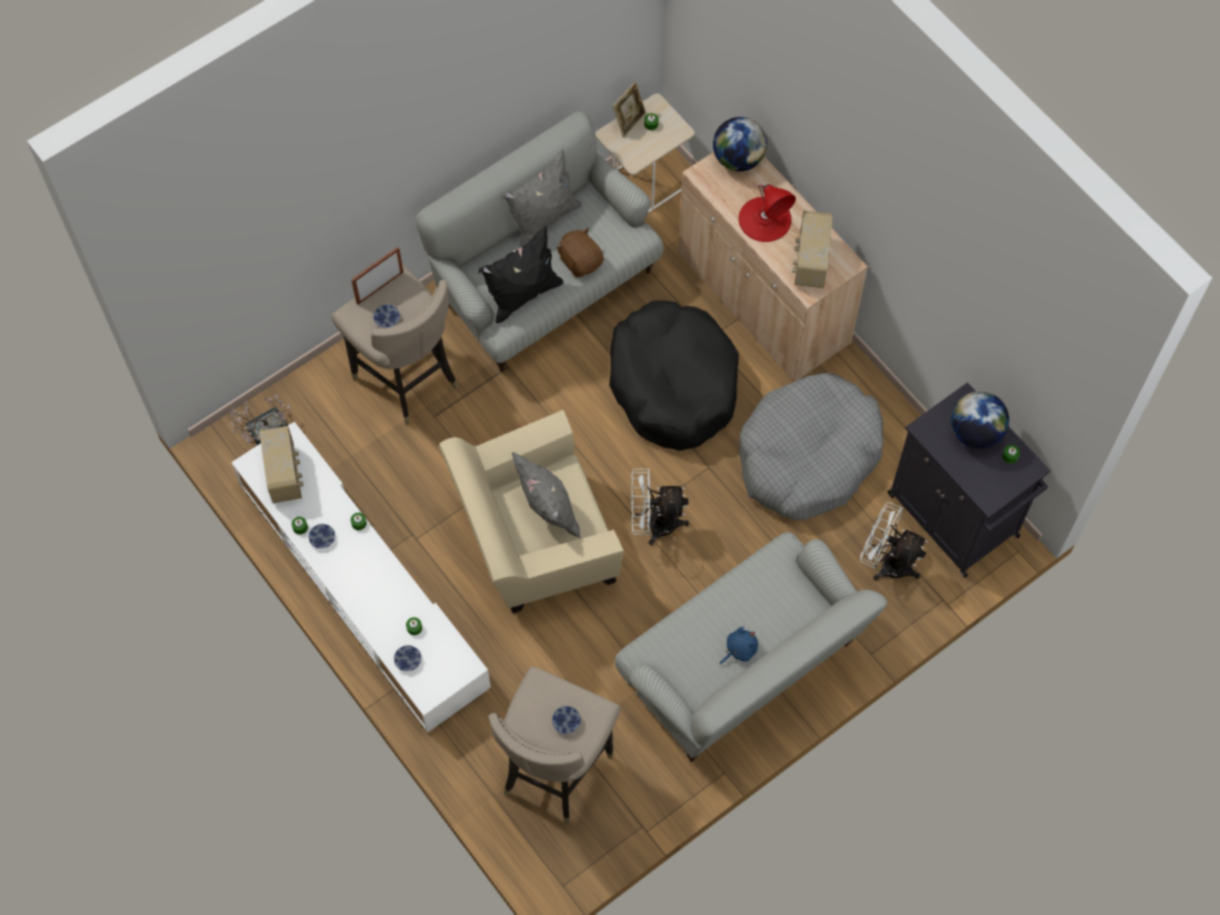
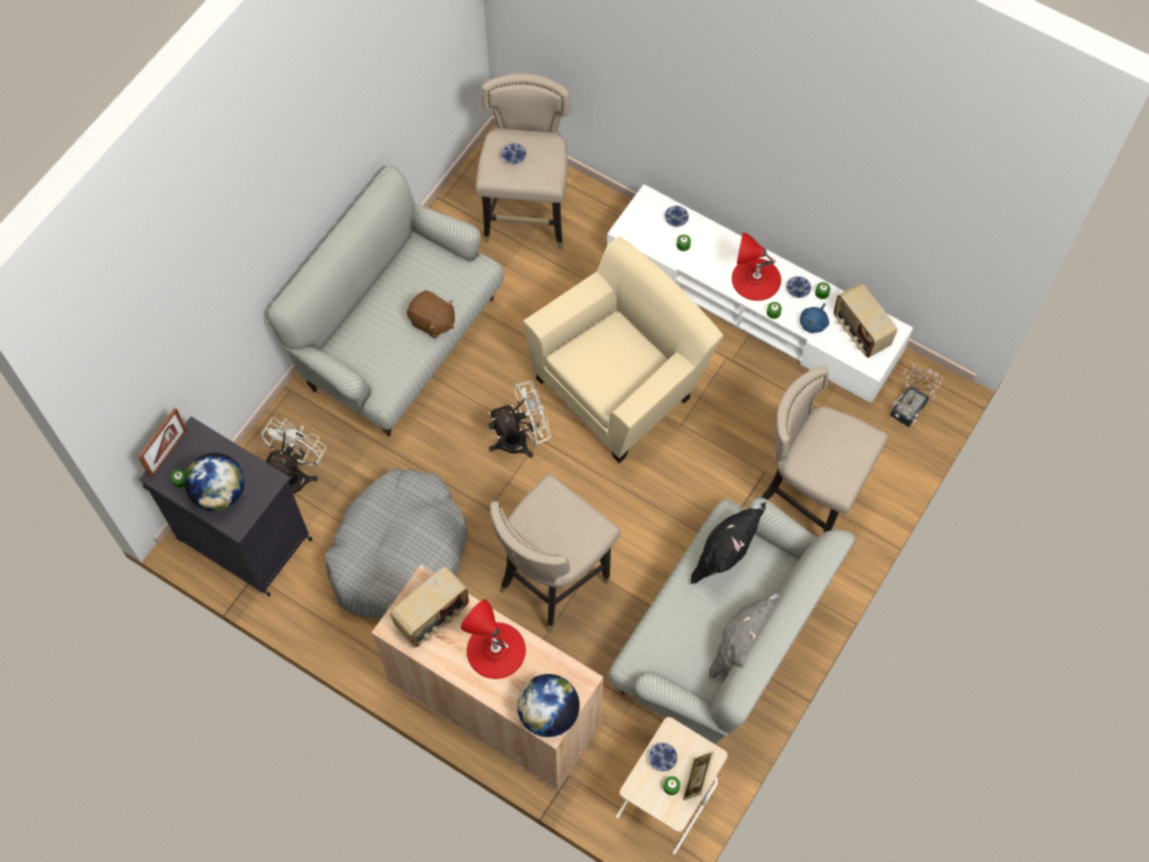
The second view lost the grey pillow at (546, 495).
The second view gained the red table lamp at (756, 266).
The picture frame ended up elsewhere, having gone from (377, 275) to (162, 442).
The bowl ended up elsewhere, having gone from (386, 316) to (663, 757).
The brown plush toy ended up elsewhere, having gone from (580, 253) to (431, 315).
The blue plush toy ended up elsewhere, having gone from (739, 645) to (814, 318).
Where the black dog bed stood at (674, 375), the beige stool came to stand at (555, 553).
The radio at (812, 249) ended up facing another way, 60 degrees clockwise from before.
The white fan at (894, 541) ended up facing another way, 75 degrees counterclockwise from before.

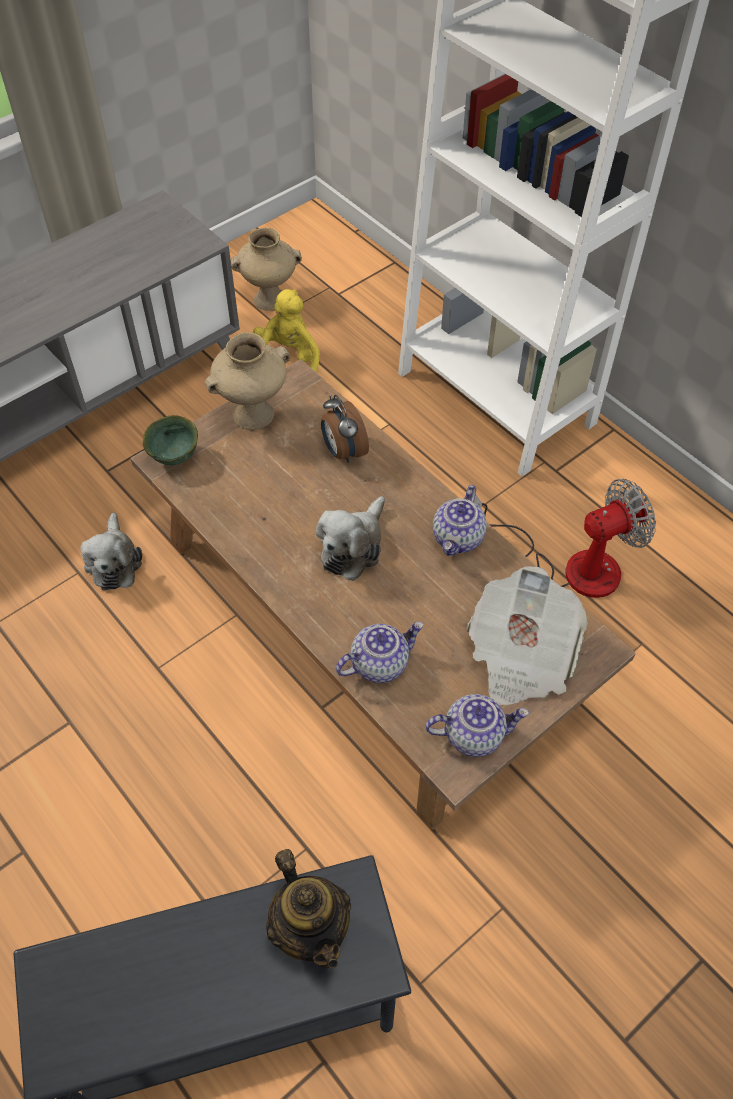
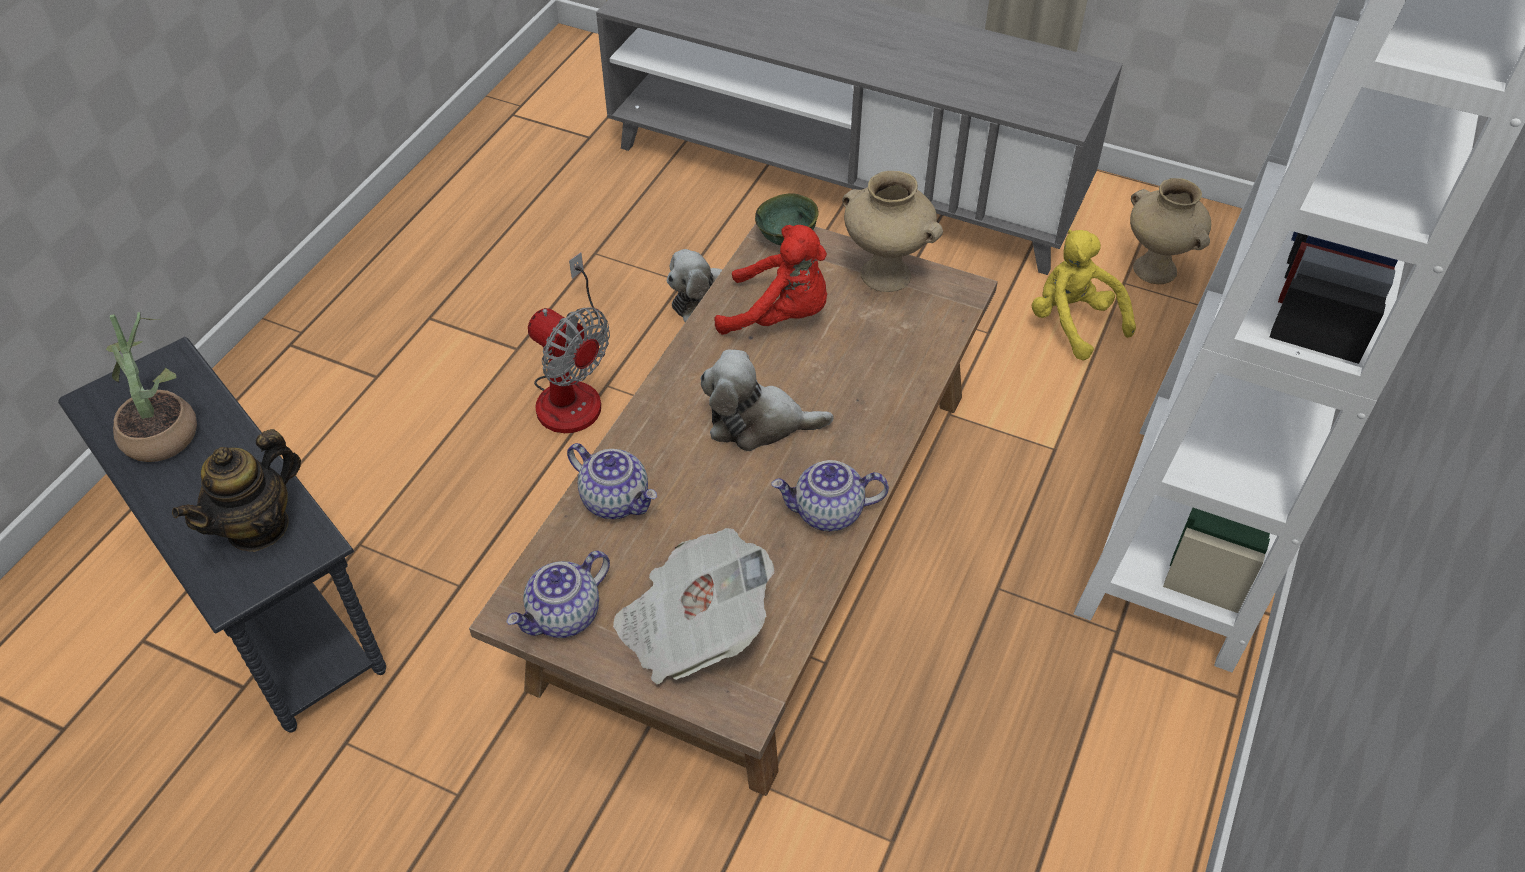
The second view lost the alarm clock at (345, 429).
The second view gained the potted plant at (151, 387).
The second view gained the red plush toy at (771, 280).
The fan ended up elsewhere, having gone from (565, 538) to (569, 342).
The yellow plush toy at (286, 330) ended up facing another way, 105 degrees counterclockwise from before.
The teapot at (477, 725) ended up facing another way, 75 degrees clockwise from before.

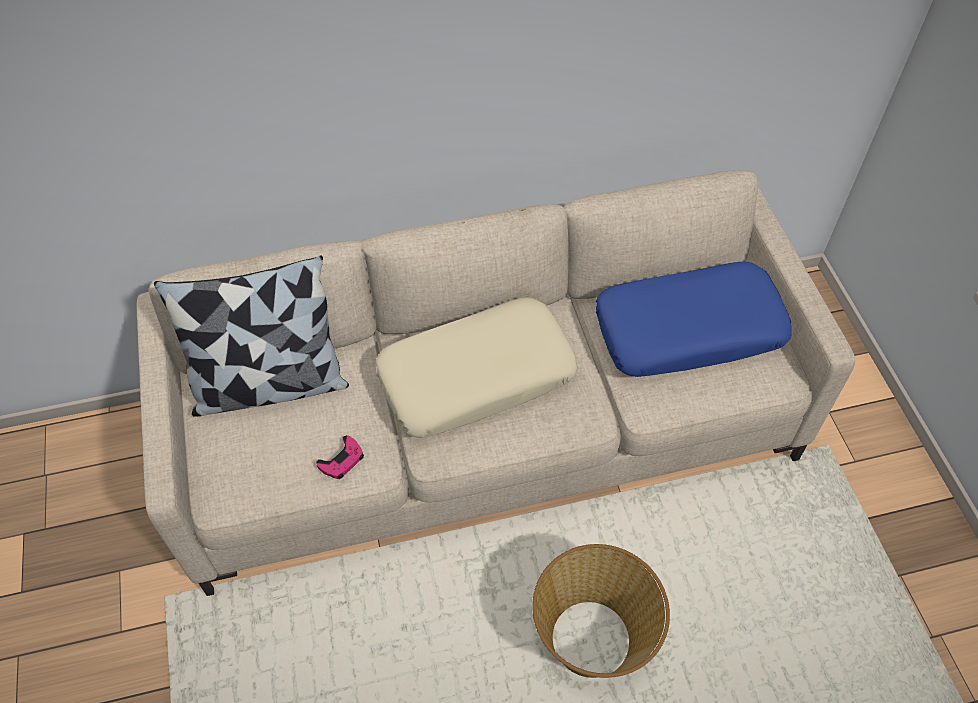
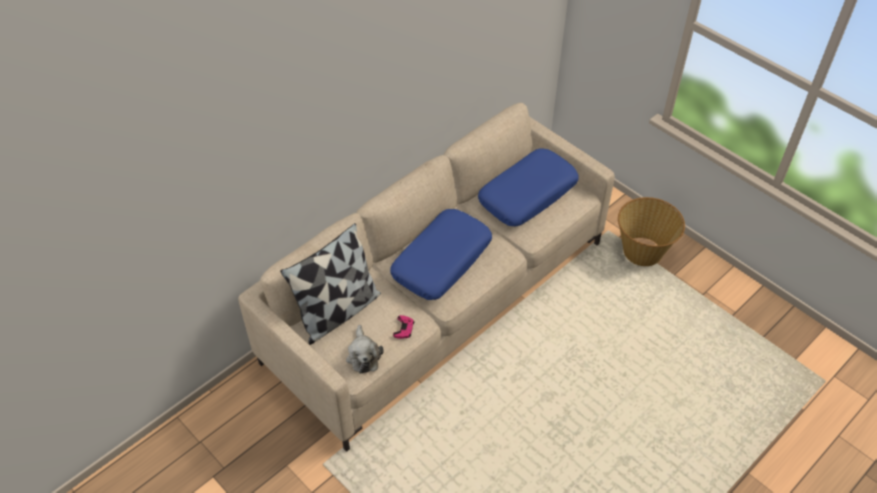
The second view gained the plush toy at (365, 349).
The basket ended up elsewhere, having gone from (601, 611) to (651, 231).
What was the beige pillow at (476, 367) turned into the blue pillow at (441, 254).

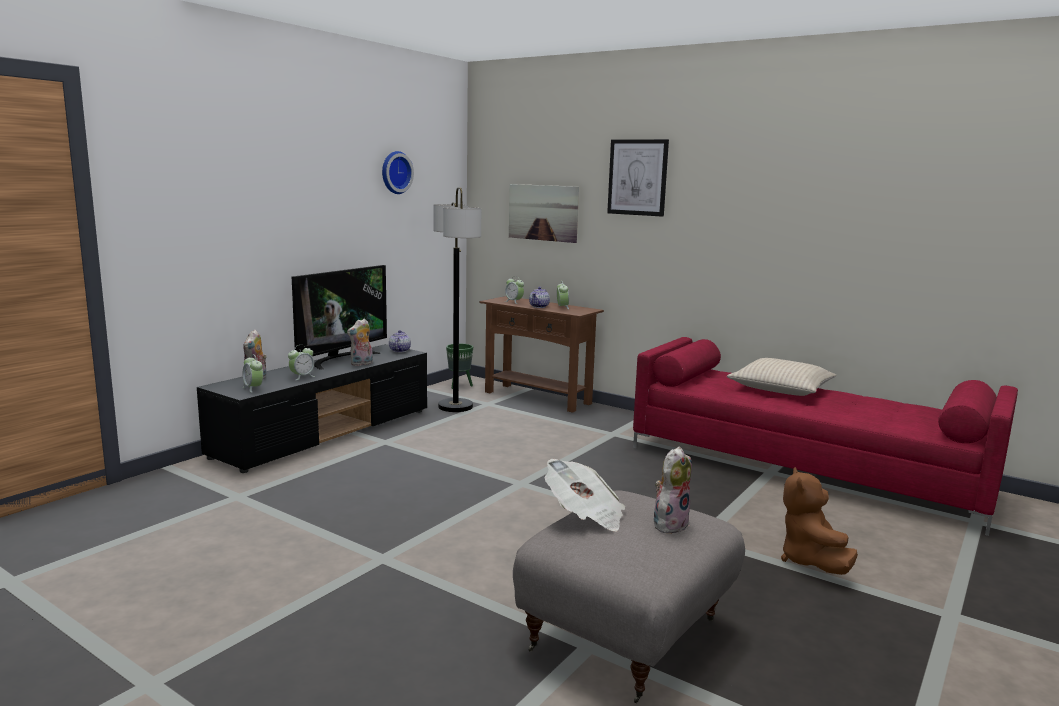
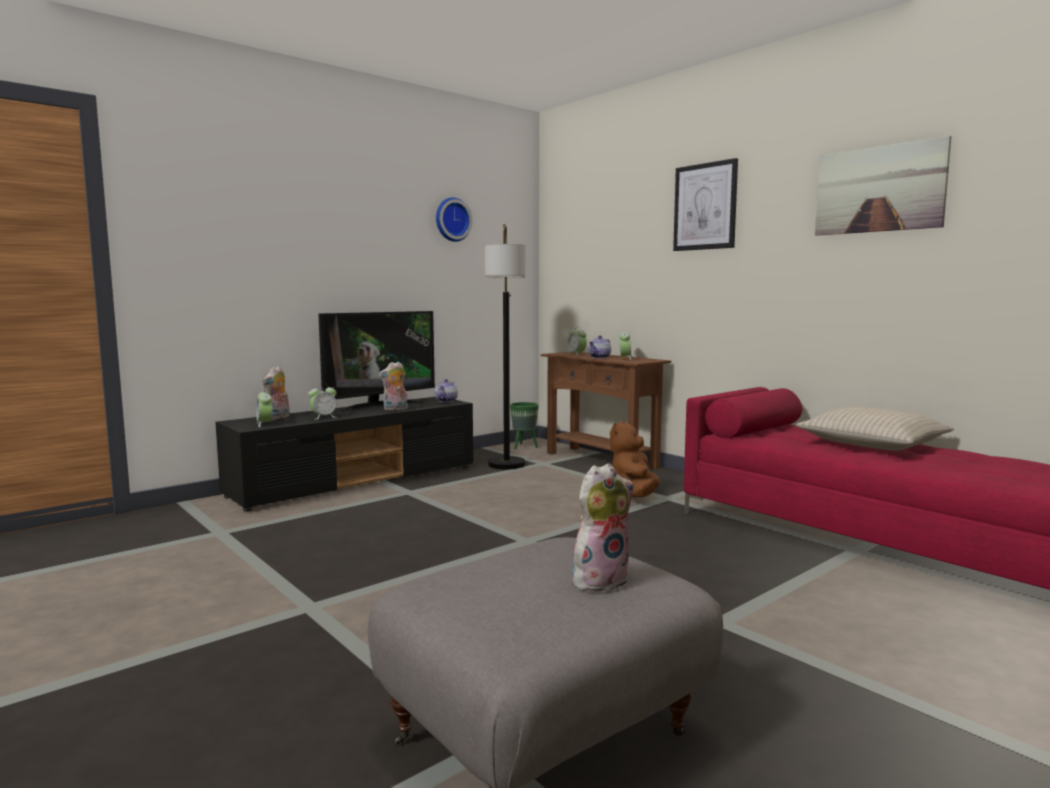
The second view lost the newspaper at (584, 495).
The picture ended up elsewhere, having gone from (544, 213) to (883, 186).
The brown plush toy ended up elsewhere, having gone from (819, 521) to (635, 459).

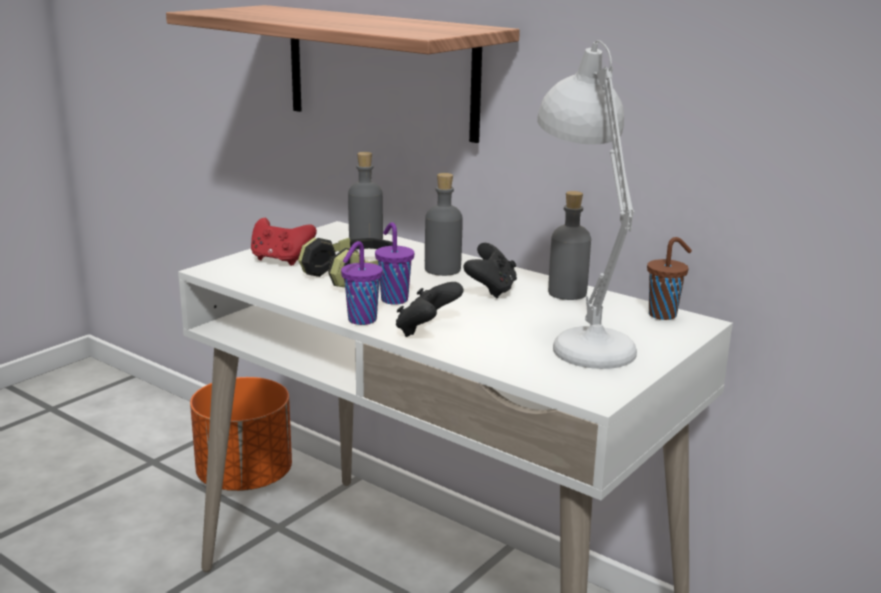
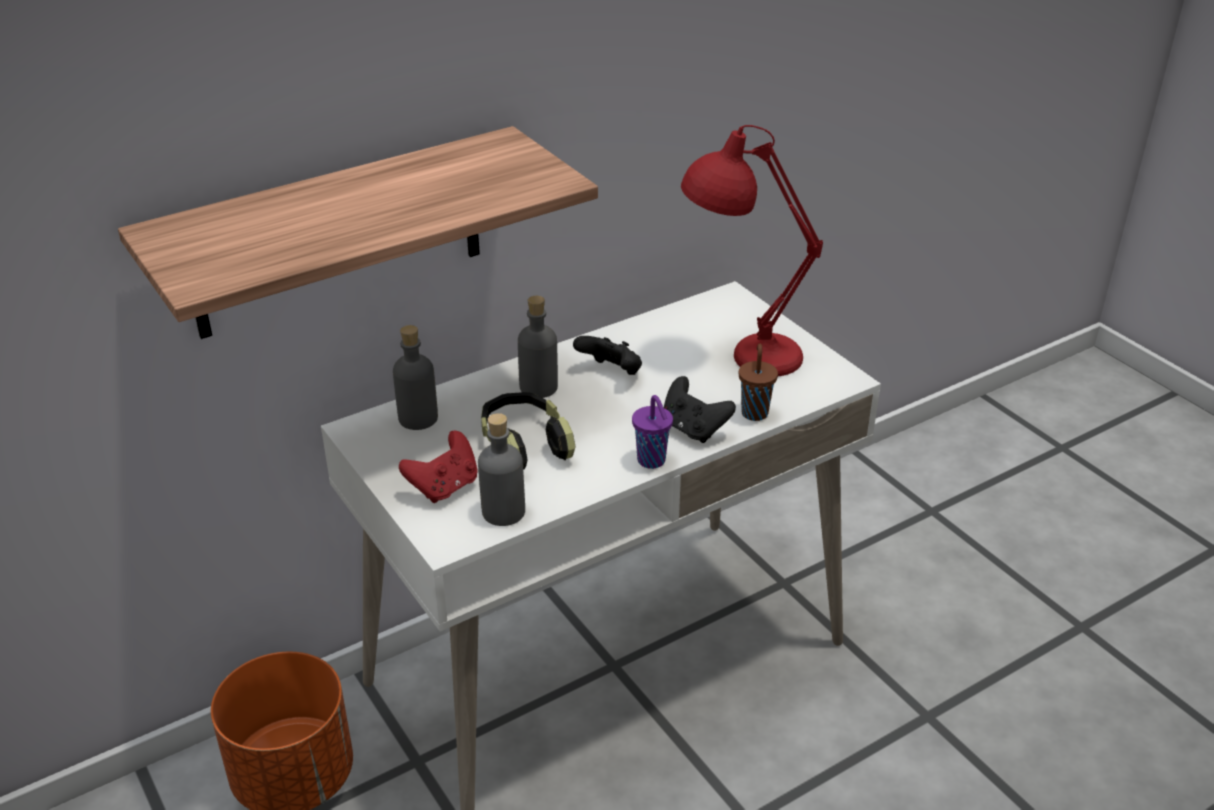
The second view lost the purple cup at (394, 263).
The grey bottle ended up elsewhere, having gone from (569, 245) to (501, 469).
The brown cup ended up elsewhere, having gone from (669, 278) to (758, 382).
What was the white table lamp at (587, 204) turned into the red table lamp at (752, 250).

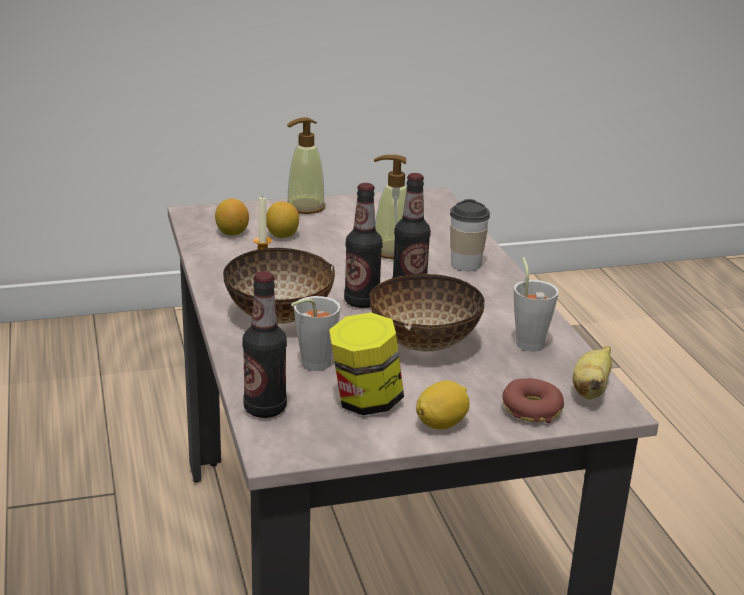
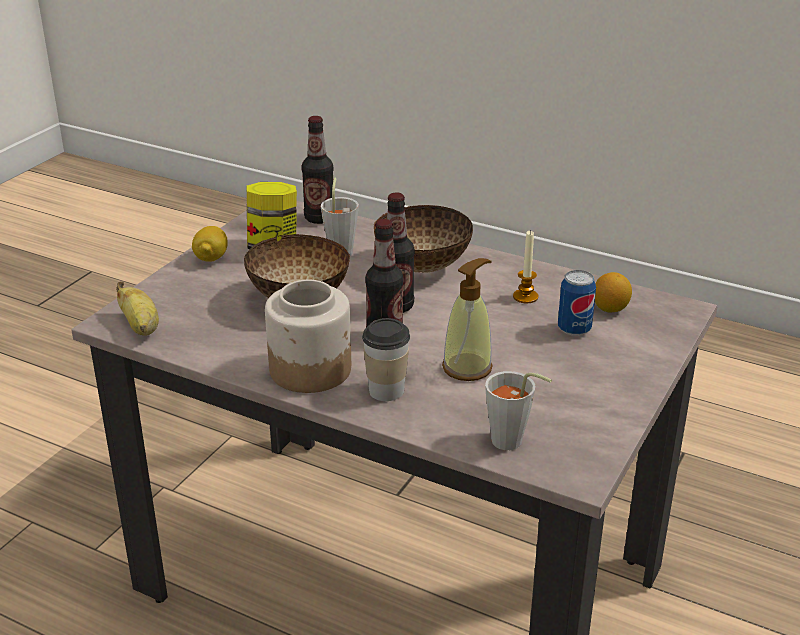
The second view lost the soap dispenser at (306, 165).
The second view lost the donut at (533, 400).
The second view gained the jar at (308, 336).
The grey cup ended up elsewhere, having gone from (536, 304) to (518, 410).
Where the lemon stood at (282, 219), the can came to stand at (577, 303).

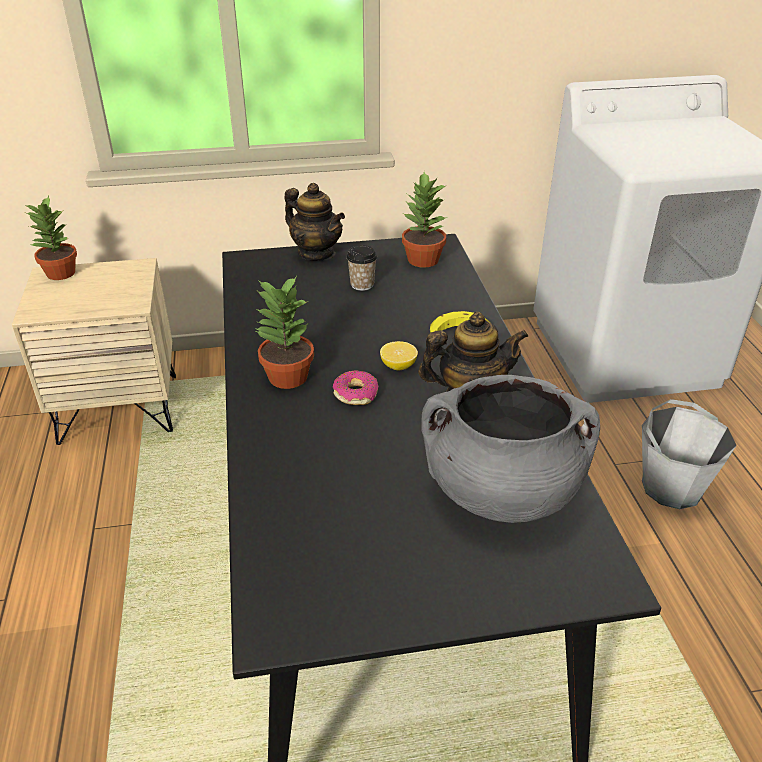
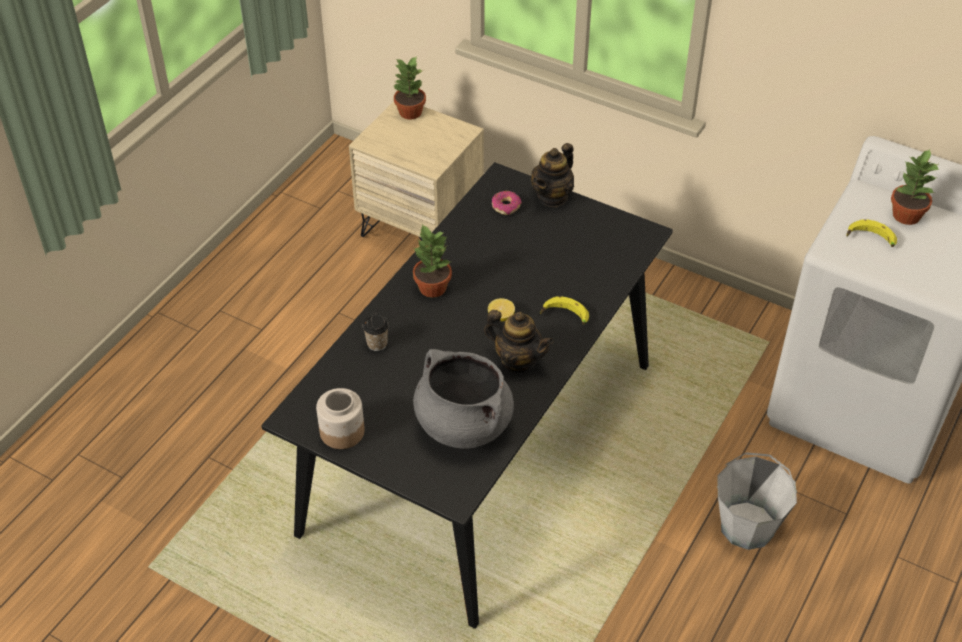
The second view gained the jar at (340, 418).
The second view gained the banana at (871, 233).
The donut ended up elsewhere, having gone from (355, 387) to (507, 203).
The cup ended up elsewhere, having gone from (362, 268) to (375, 332).
The potted plant ended up elsewhere, having gone from (424, 219) to (915, 187).
The teapot at (314, 222) ended up facing another way, 45 degrees clockwise from before.

